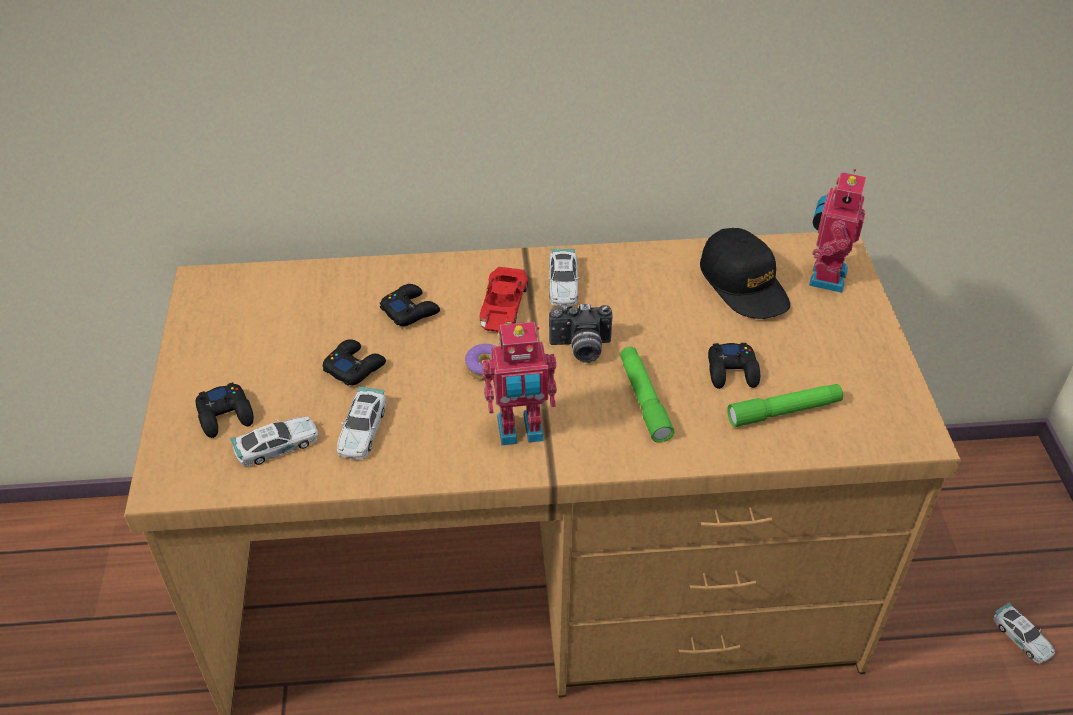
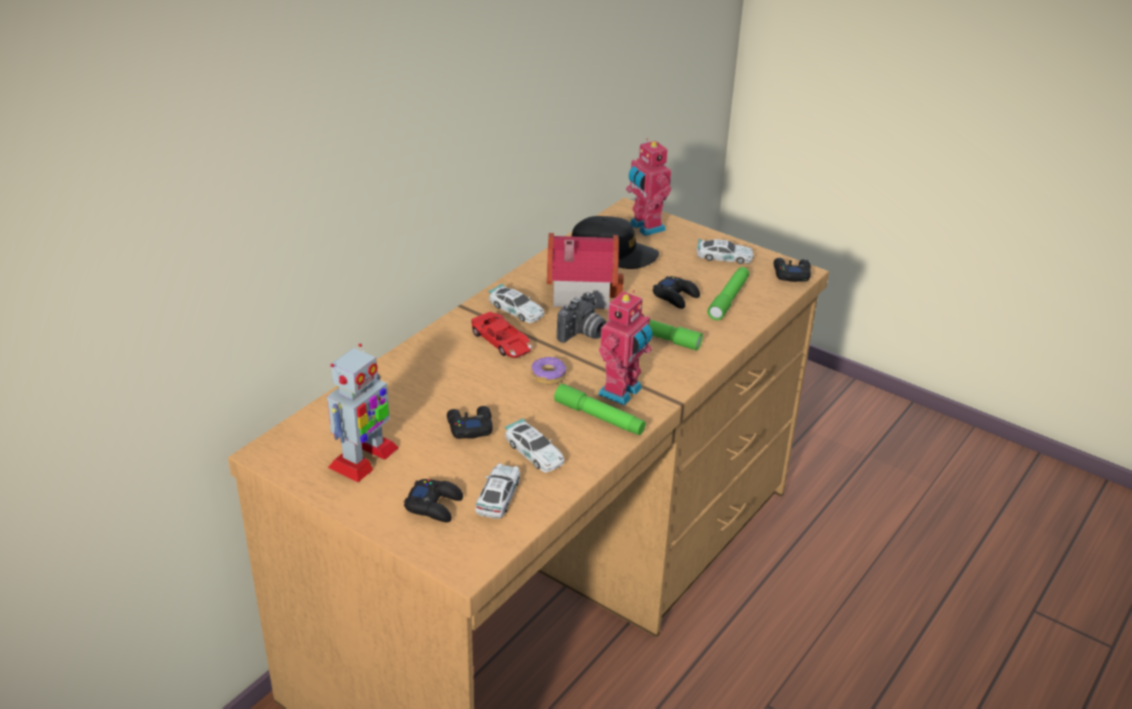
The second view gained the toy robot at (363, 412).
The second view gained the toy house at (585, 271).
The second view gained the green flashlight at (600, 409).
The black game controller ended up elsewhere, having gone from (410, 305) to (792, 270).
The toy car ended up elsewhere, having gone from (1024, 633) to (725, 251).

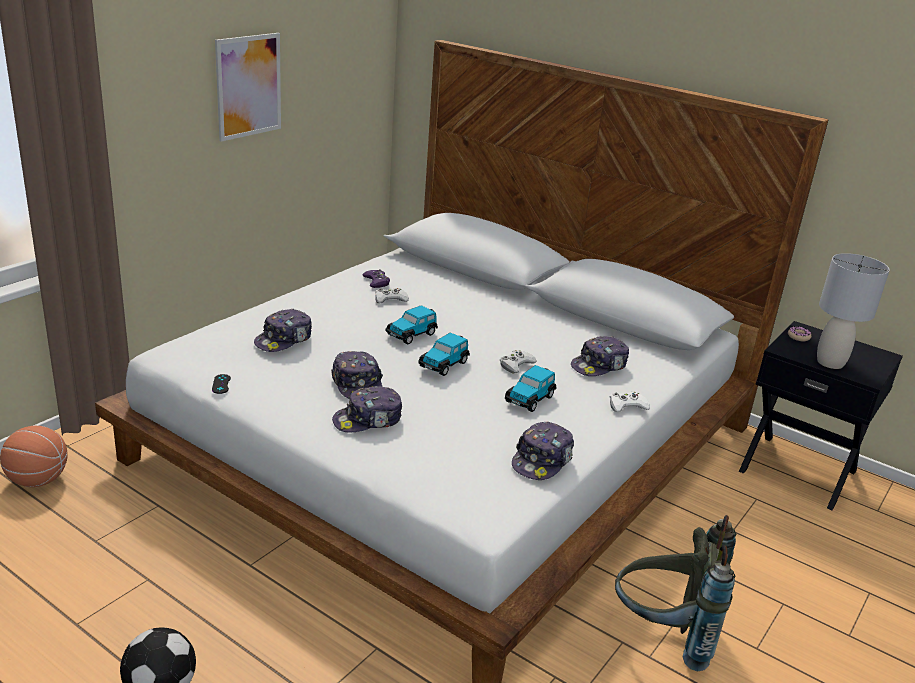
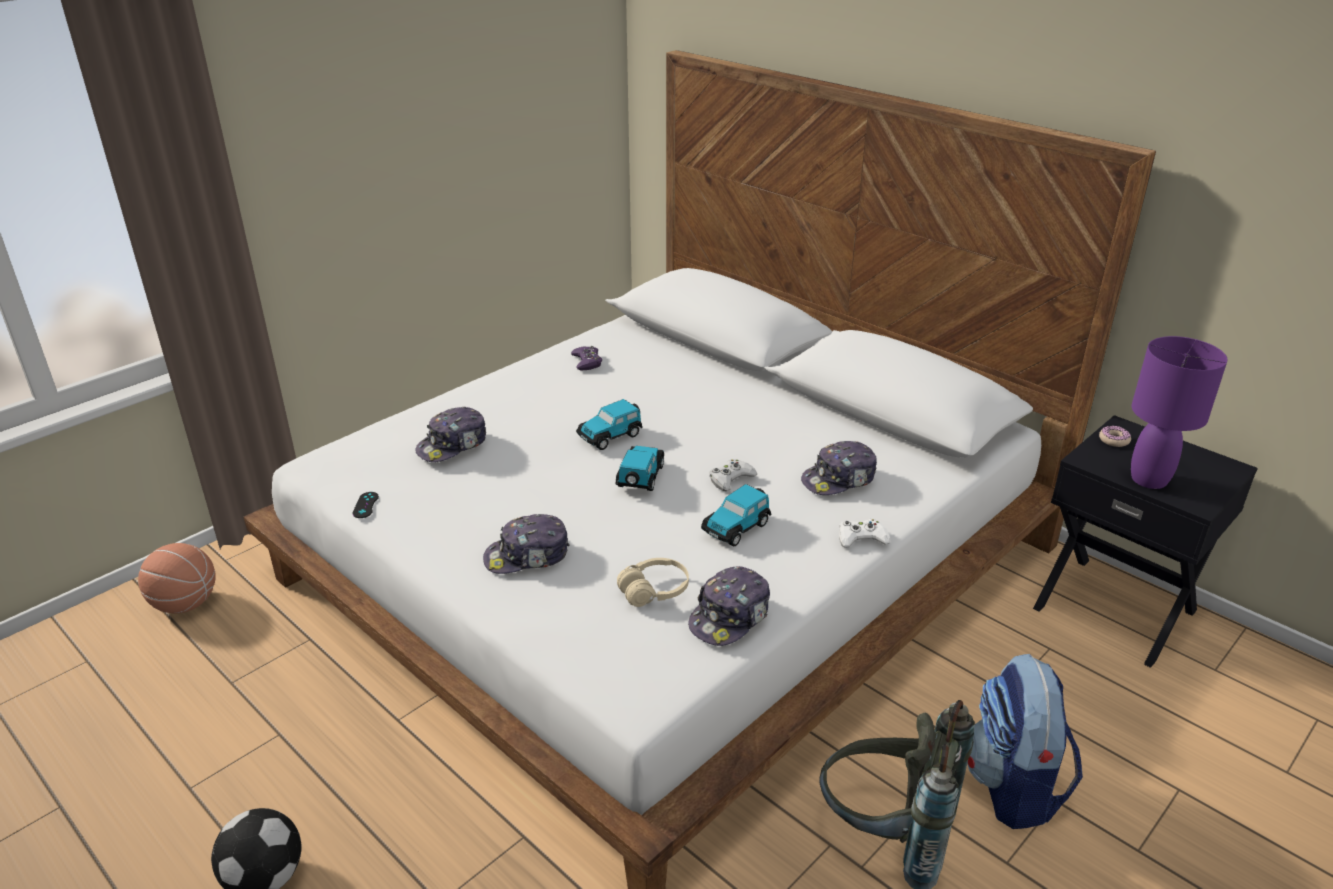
The second view lost the picture at (248, 87).
The second view lost the cap at (357, 374).
The second view lost the white game controller at (392, 295).
The second view gained the beige headphones at (653, 582).
The second view gained the backpack at (1025, 741).
What was the grey table lamp at (853, 311) turned into the purple table lamp at (1179, 412).
The toy car at (444, 354) ended up facing another way, 150 degrees clockwise from before.

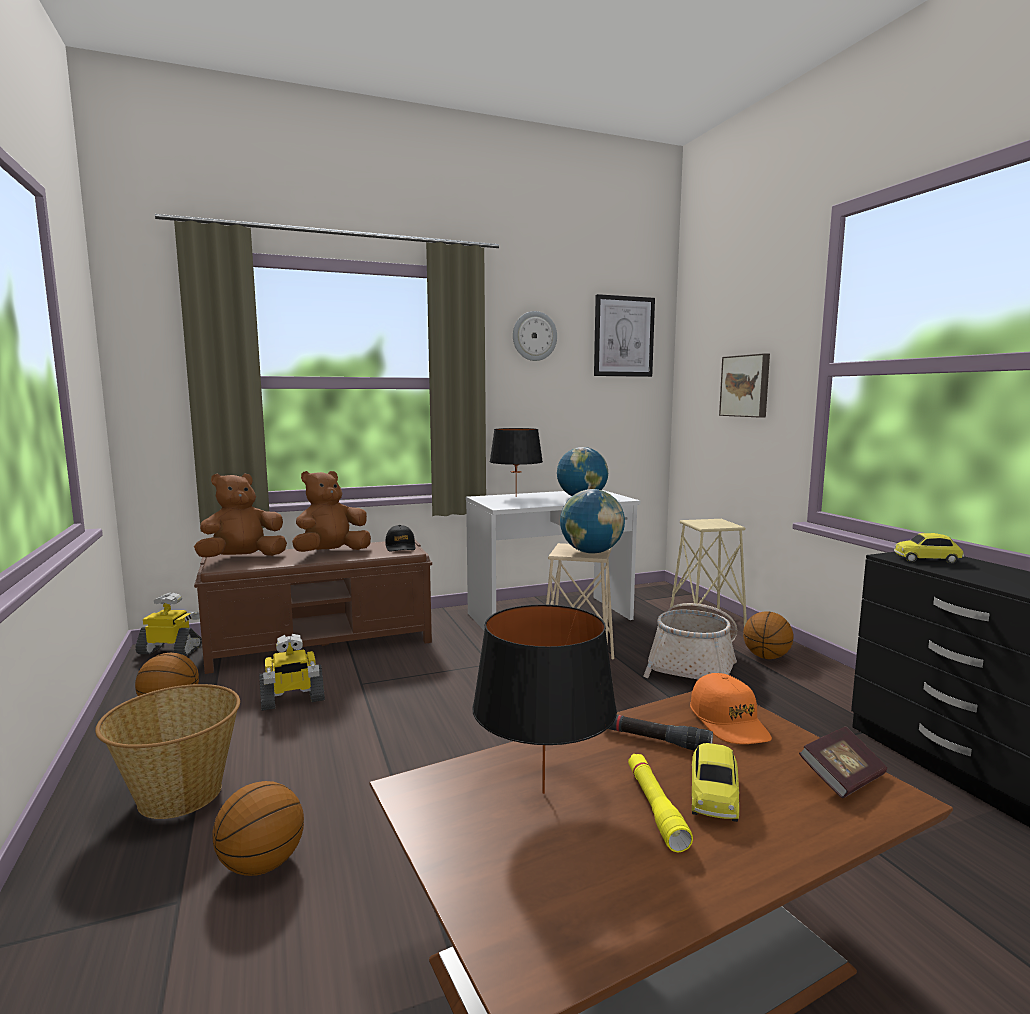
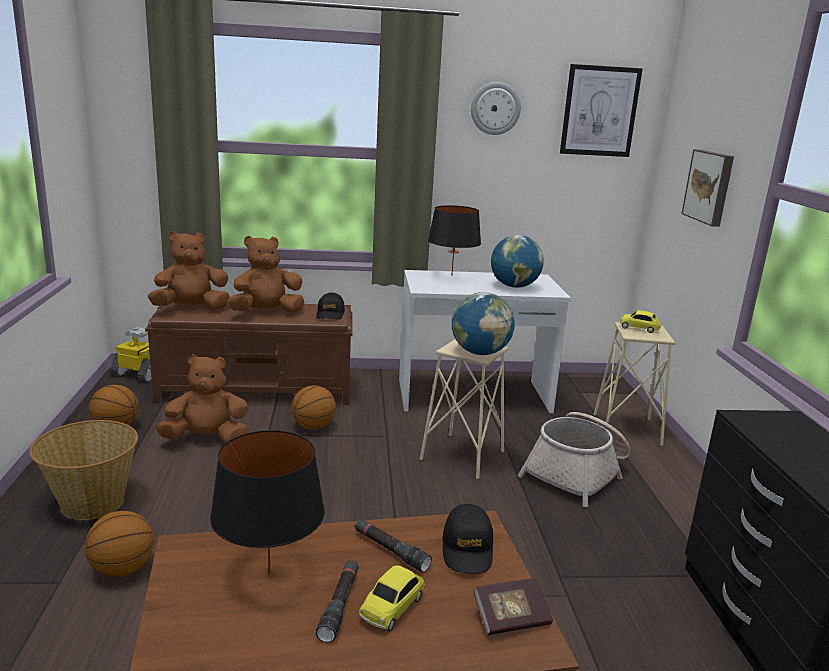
The basketball ended up elsewhere, having gone from (768, 635) to (313, 407).
The toy car ended up elsewhere, having gone from (929, 548) to (640, 321).
Where the toy robot stood at (292, 672), the brown plush toy came to stand at (202, 398).
What was the yellow flashlight at (660, 803) turned into the black flashlight at (337, 601).
What was the orange cap at (731, 708) turned into the black cap at (467, 539).

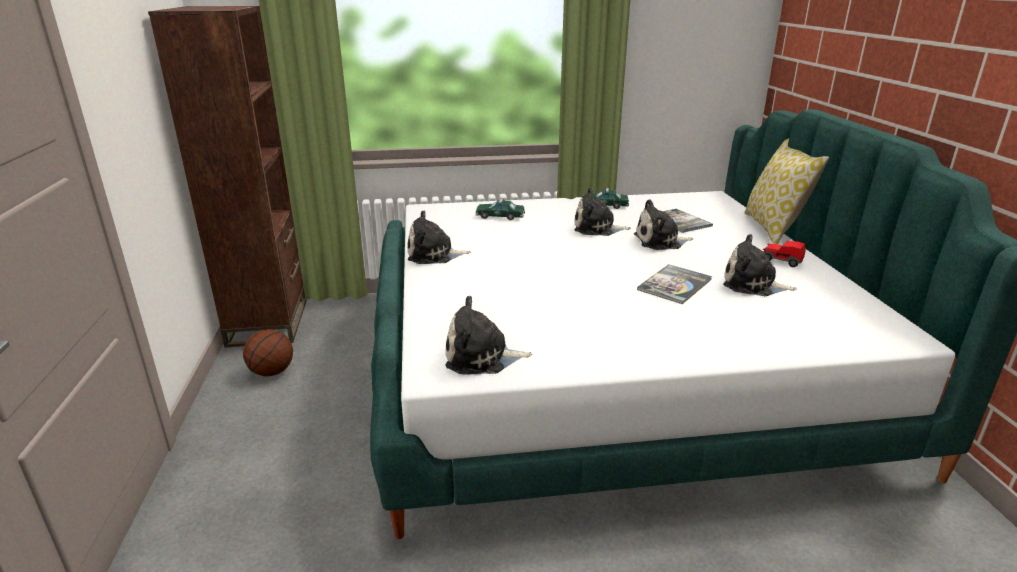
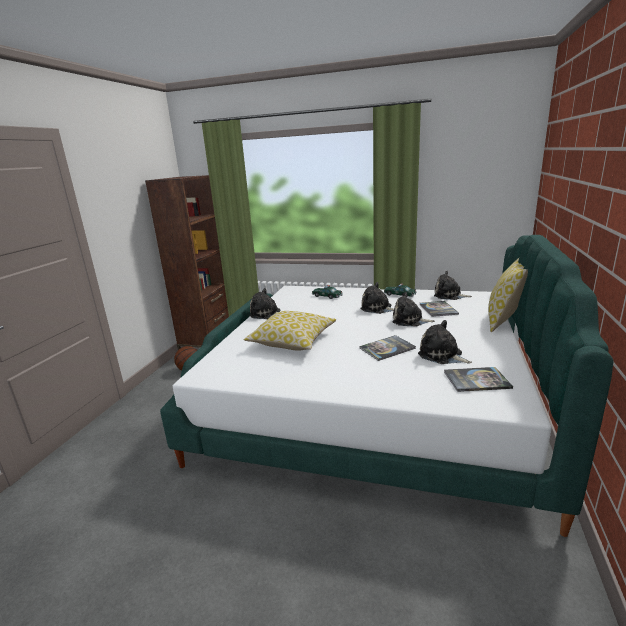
The second view lost the toy car at (784, 254).
The second view gained the pillow at (290, 331).
The second view gained the book at (478, 379).
The plush toy ended up elsewhere, having gone from (488, 335) to (453, 285).

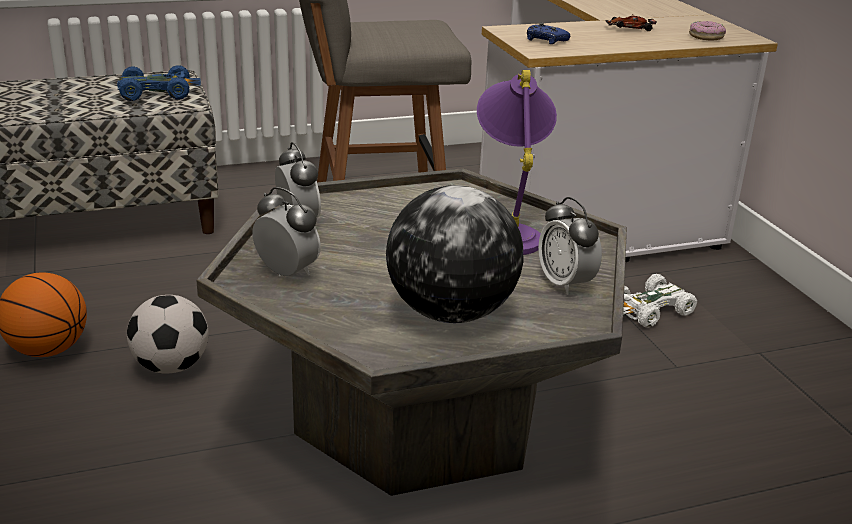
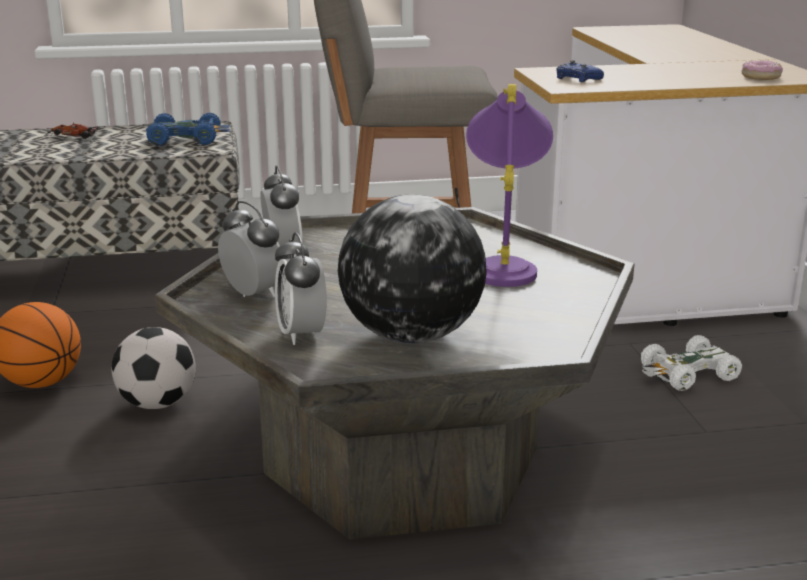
The alarm clock ended up elsewhere, having gone from (570, 246) to (301, 288).
The toy car ended up elsewhere, having gone from (631, 23) to (72, 130).

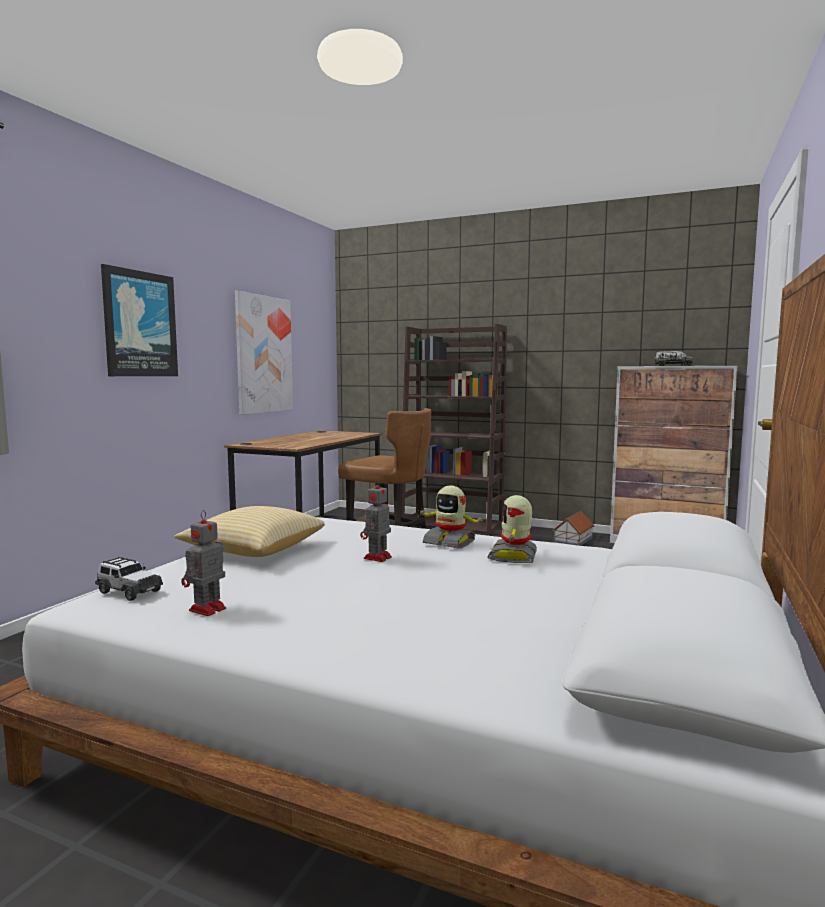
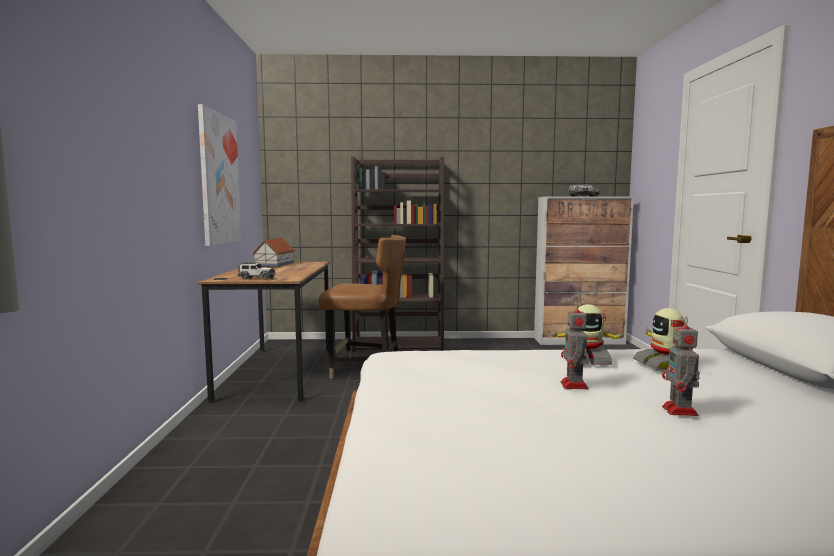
The second view lost the picture at (139, 320).
The second view lost the pillow at (249, 531).
The toy car ended up elsewhere, having gone from (129, 578) to (257, 271).
The toy robot ended up elsewhere, having gone from (203, 563) to (681, 366).
The toy house ended up elsewhere, having gone from (573, 528) to (273, 252).

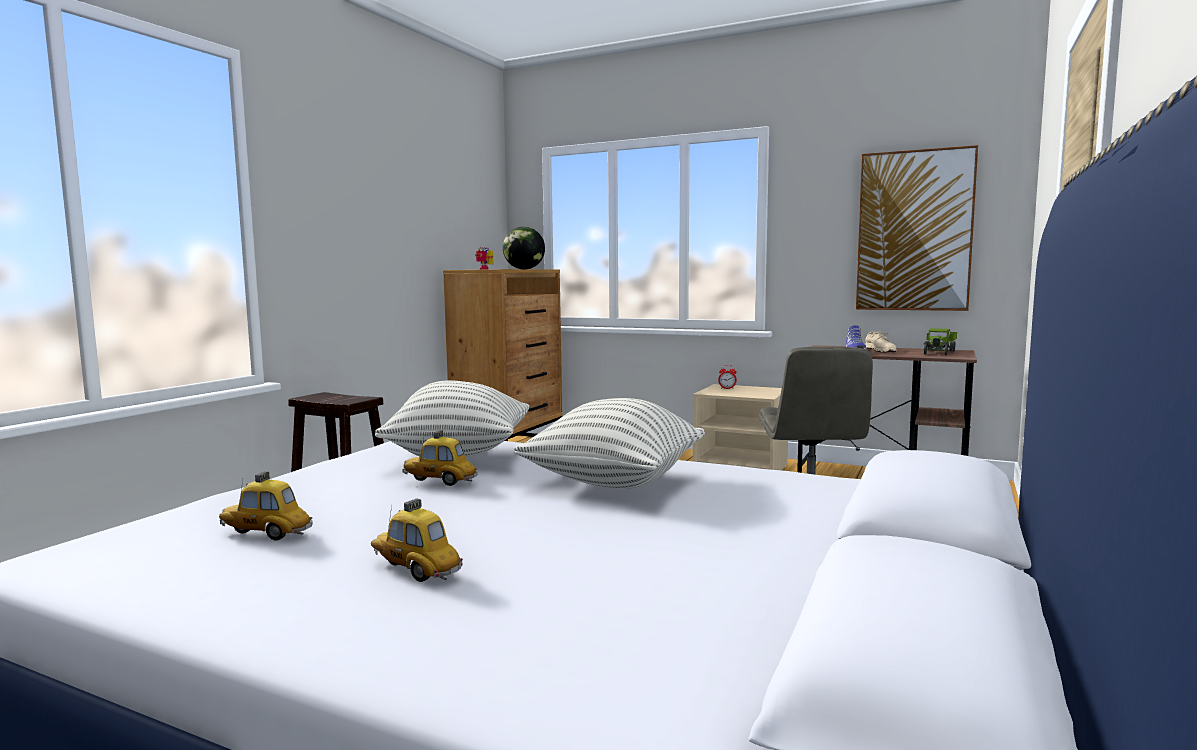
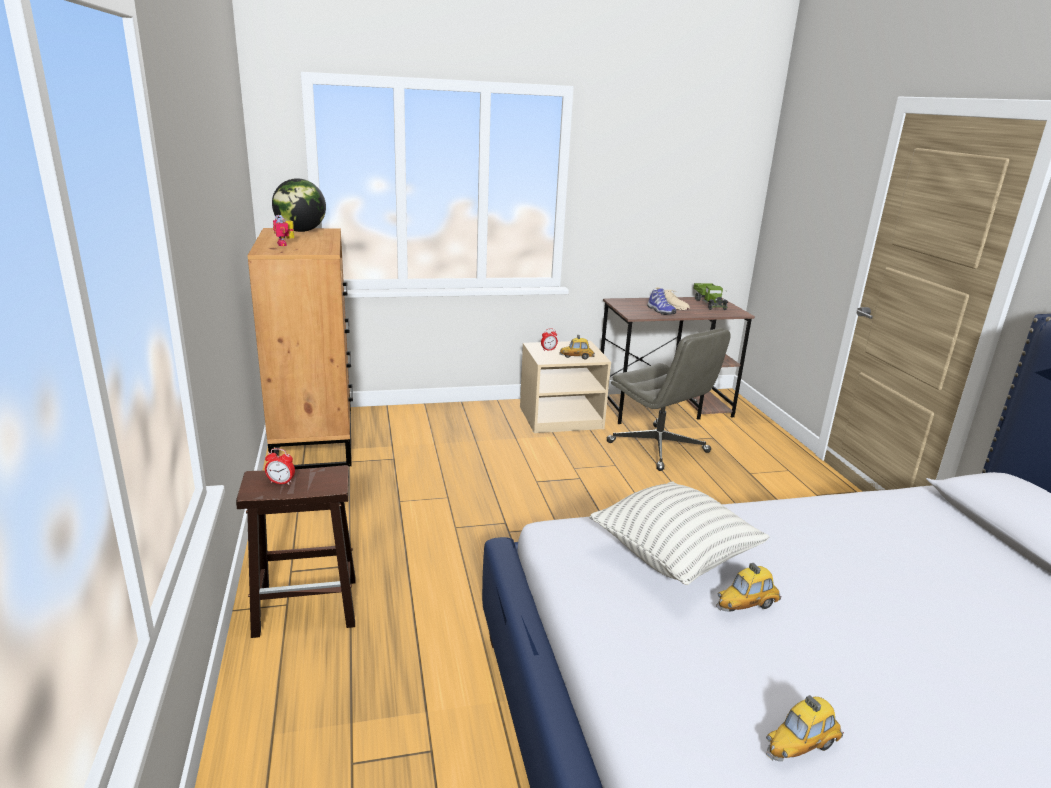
The second view lost the pillow at (609, 443).
The second view lost the picture at (917, 228).
The second view gained the alarm clock at (280, 466).
The toy car ended up elsewhere, having gone from (417, 540) to (577, 347).

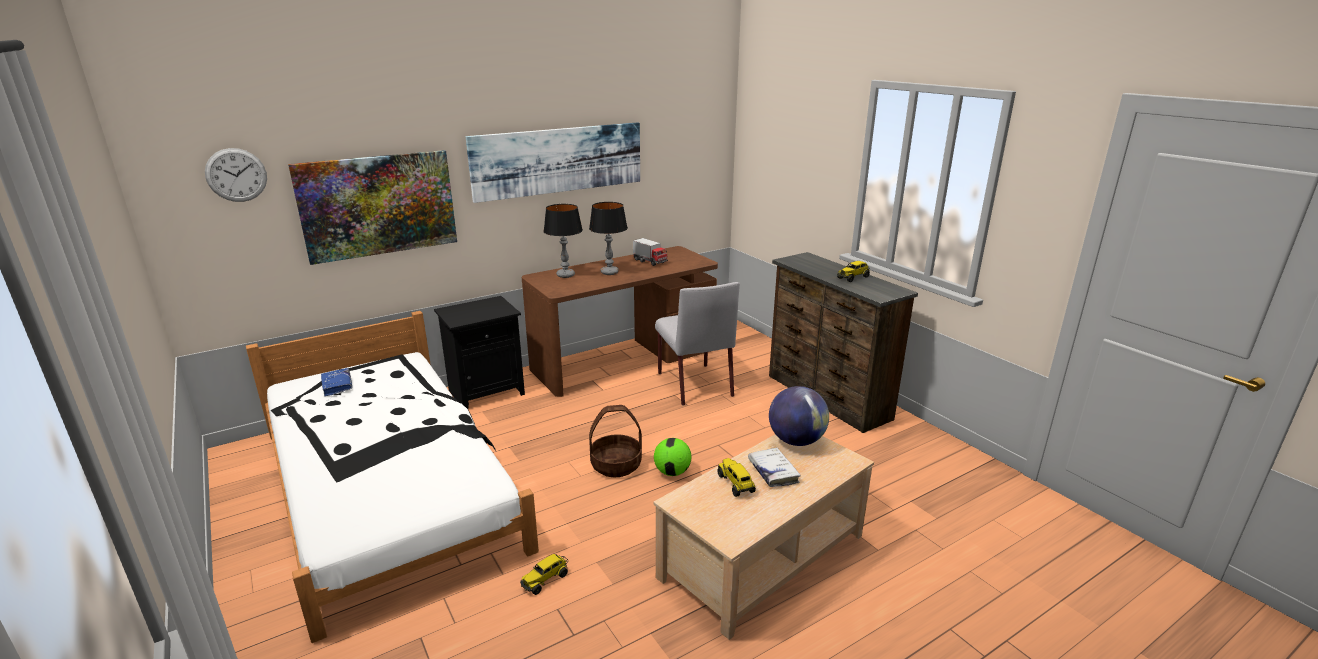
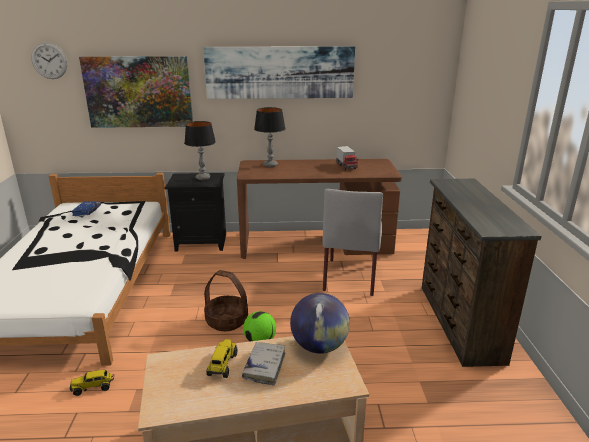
The second view lost the toy truck at (853, 271).
The table lamp ended up elsewhere, having gone from (608, 238) to (200, 150).

